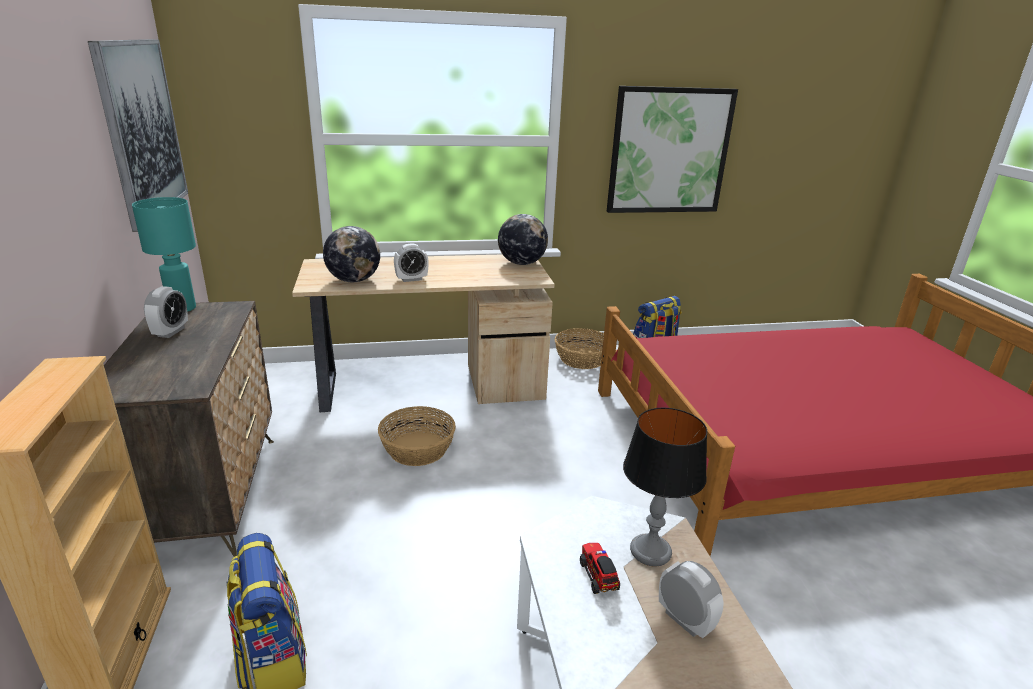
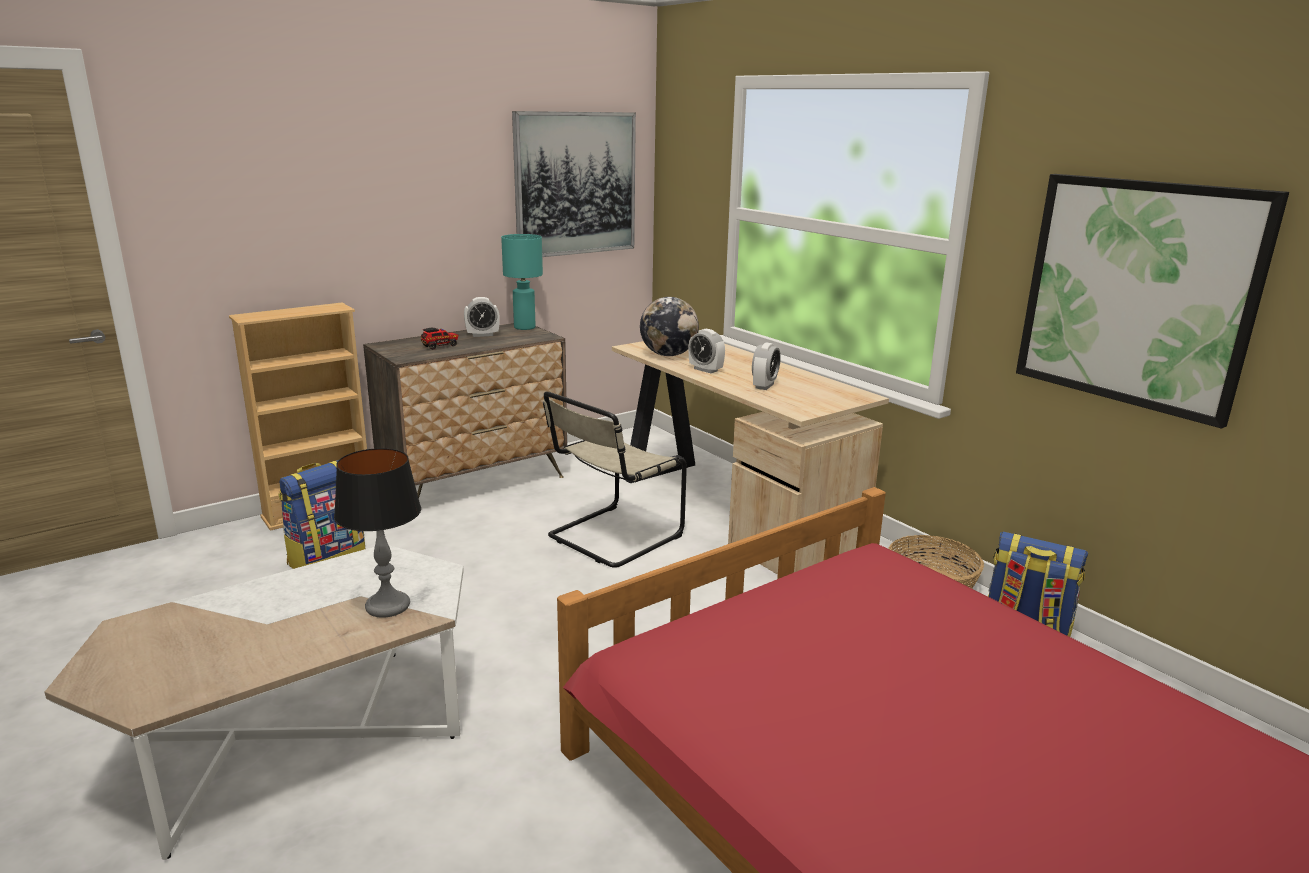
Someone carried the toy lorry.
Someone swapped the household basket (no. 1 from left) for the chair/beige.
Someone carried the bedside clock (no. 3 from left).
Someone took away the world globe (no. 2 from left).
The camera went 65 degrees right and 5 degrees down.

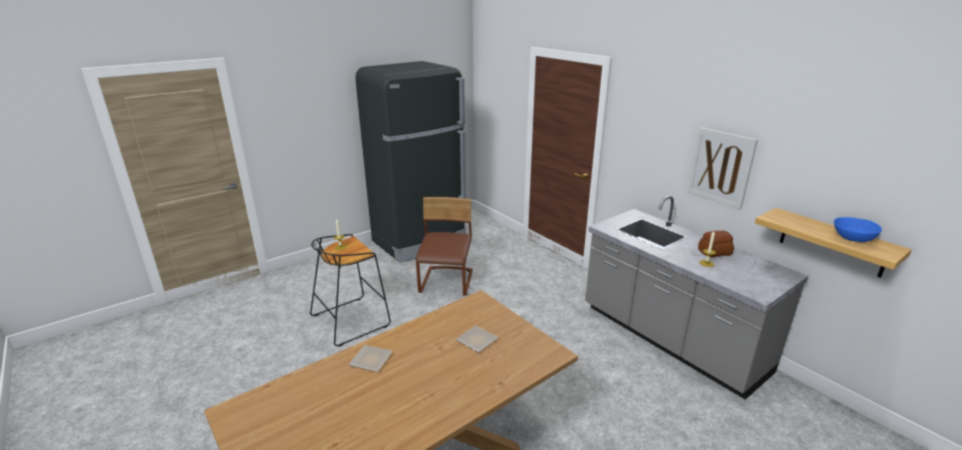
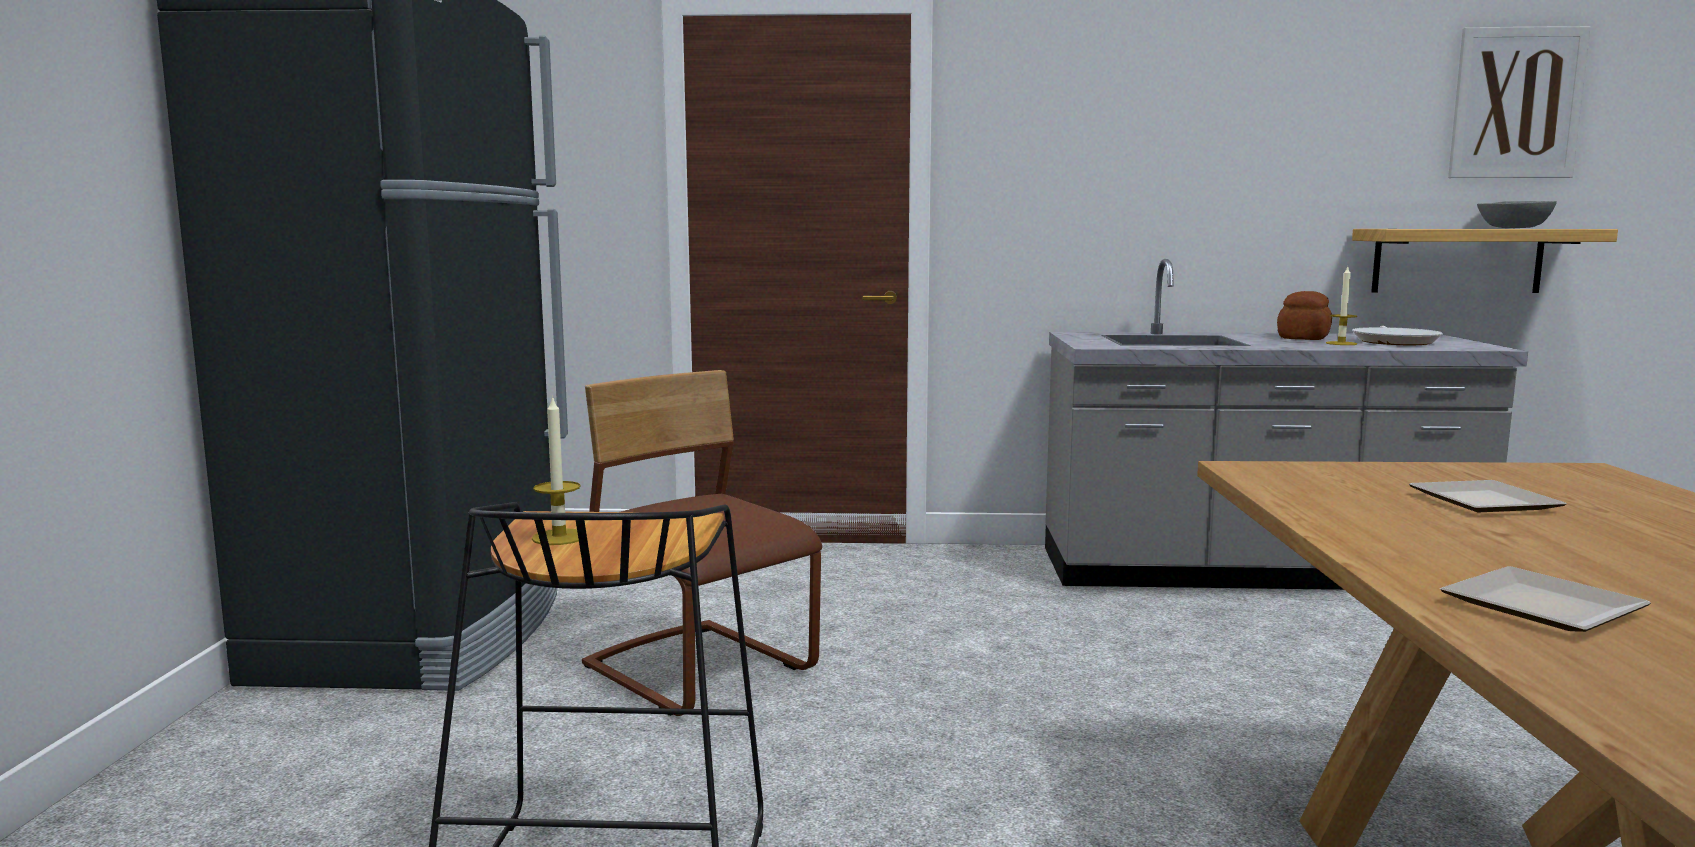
Someone put down the pan.
Someone carried the picture.
Someone repainted the bowl/blue, which became the bowl/gray.
The camera went 50 degrees left and 15 degrees down.

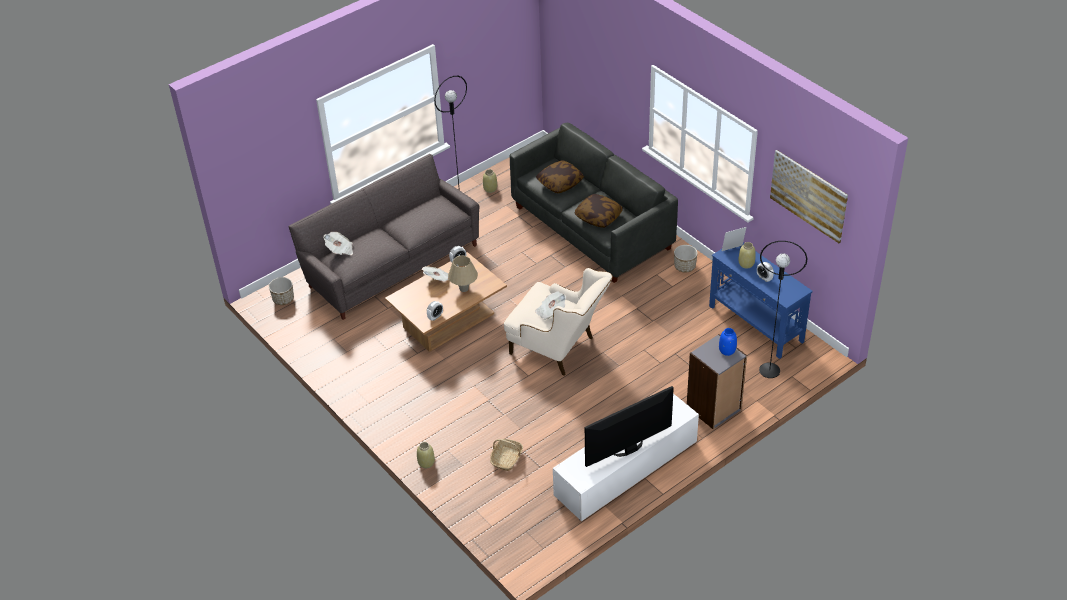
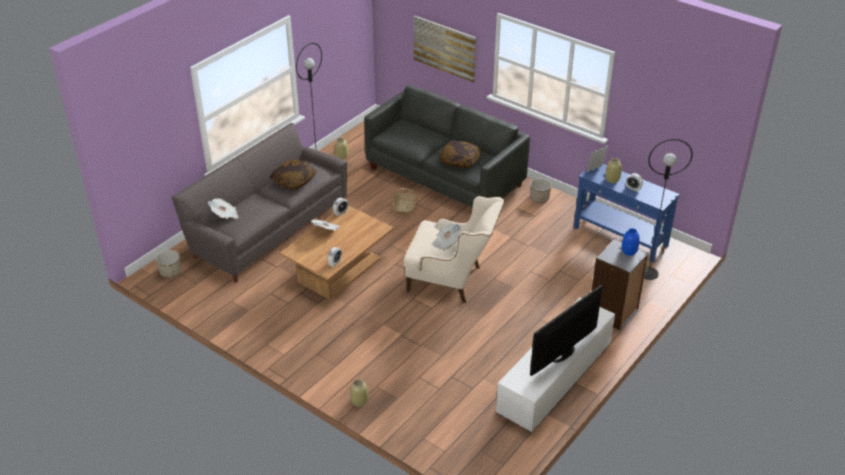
Someone carried the cushion (no. 1 from left).
Someone carried the household basket.
Someone carried the picture.
Someone took away the lamp for a table/beige.
The camera went 15 degrees left and 5 degrees down.

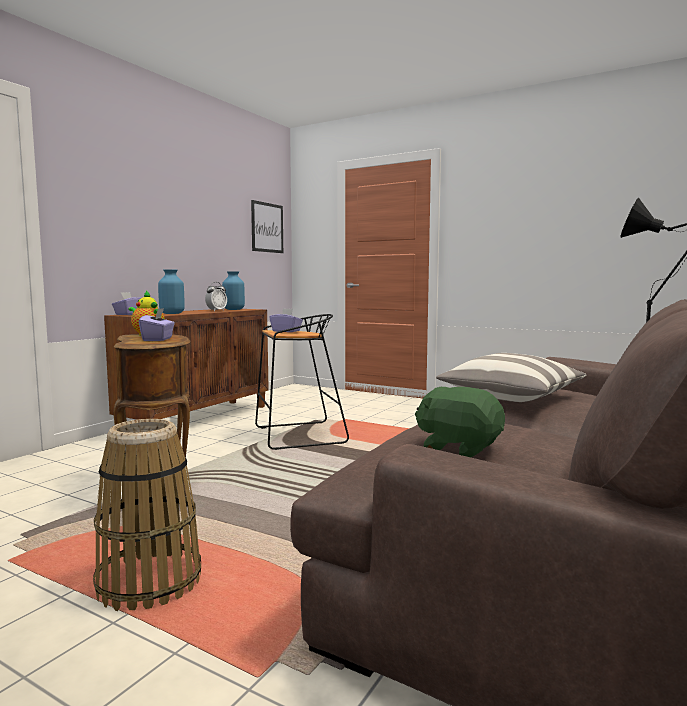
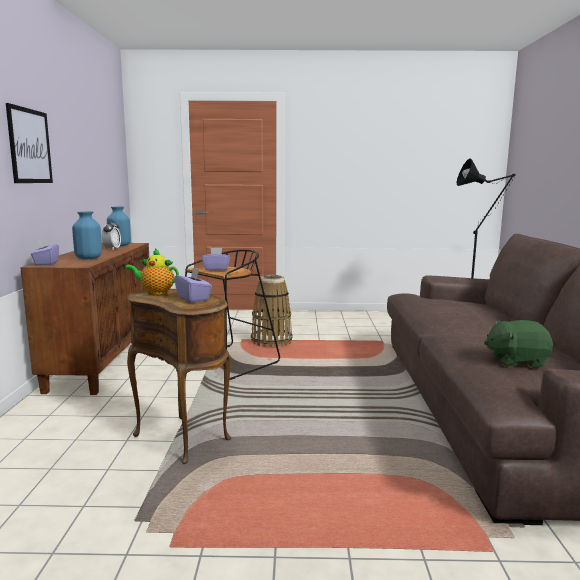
Someone carried the picture.
Someone carried the household basket.
Someone took away the cushion.
The camera went 30 degrees left and 5 degrees up.

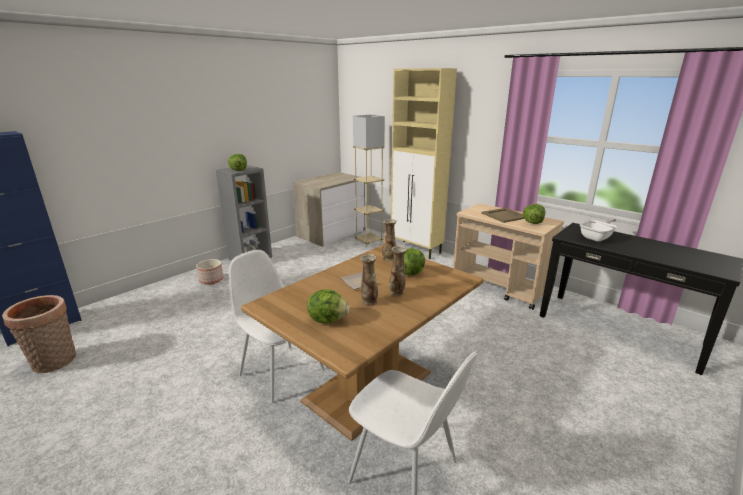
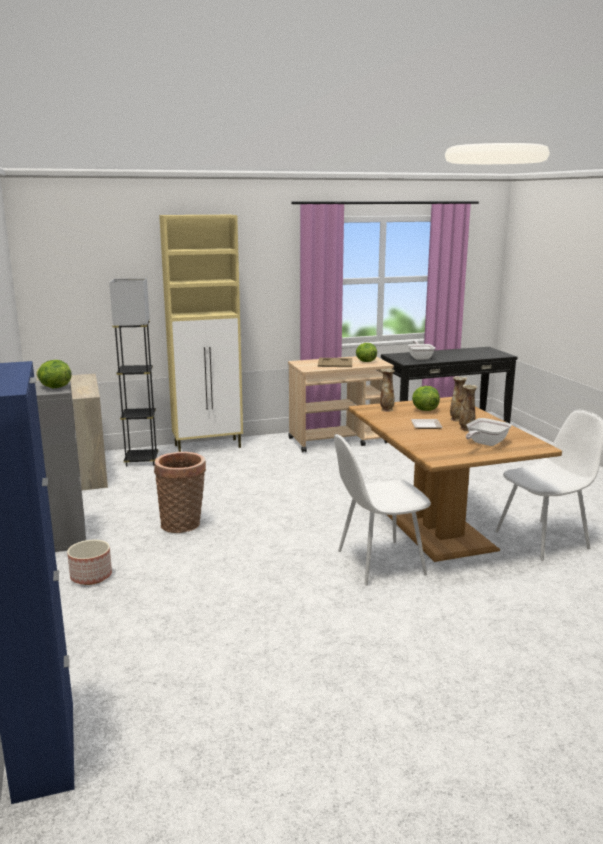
Someone repainted the floor lamp/beige, which became the floor lamp/blackish.
Someone carried the household basket.
Someone swapped the lettuce head (no. 2 from left) for the pan (no. 2 from left).
The camera went 60 degrees left and 5 degrees down.

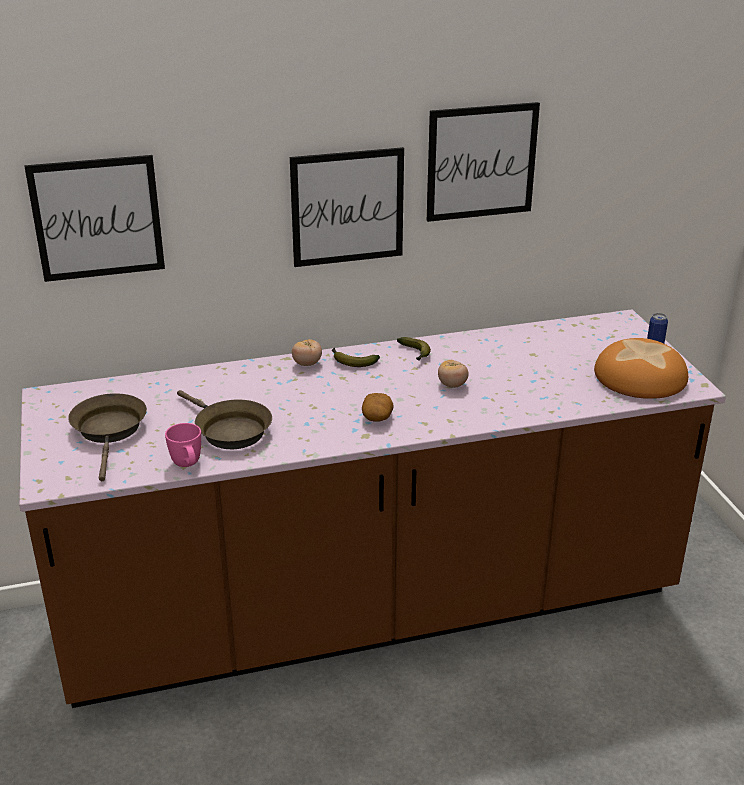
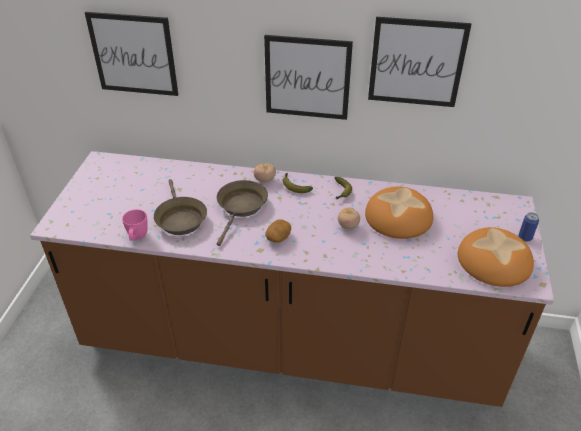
Someone carried the pan/brown-coloured (no. 1 from left in the first image).
Someone put down the bakery bread (no. 1 from left).
The camera went 25 degrees right and 10 degrees up.

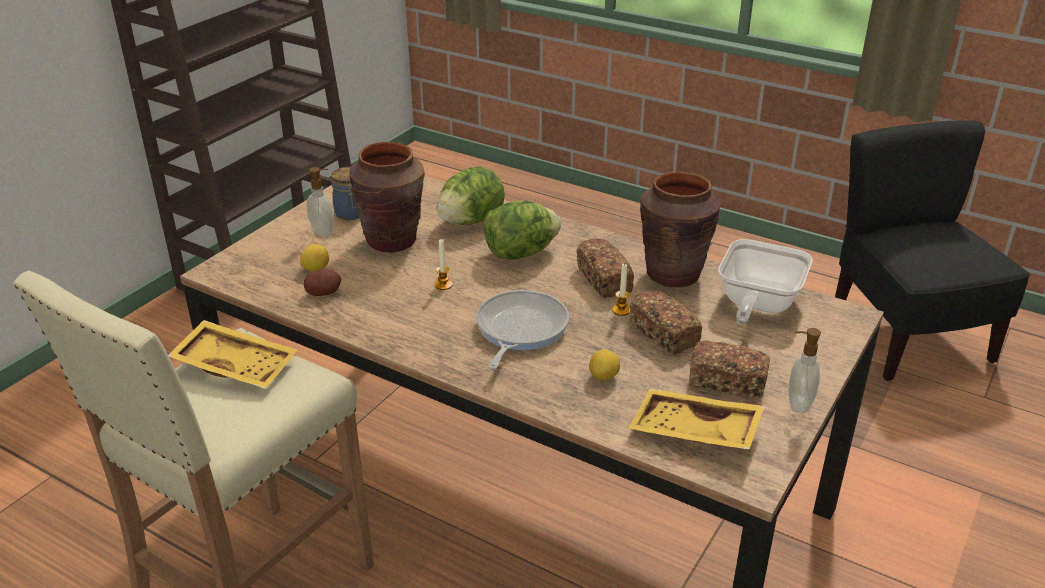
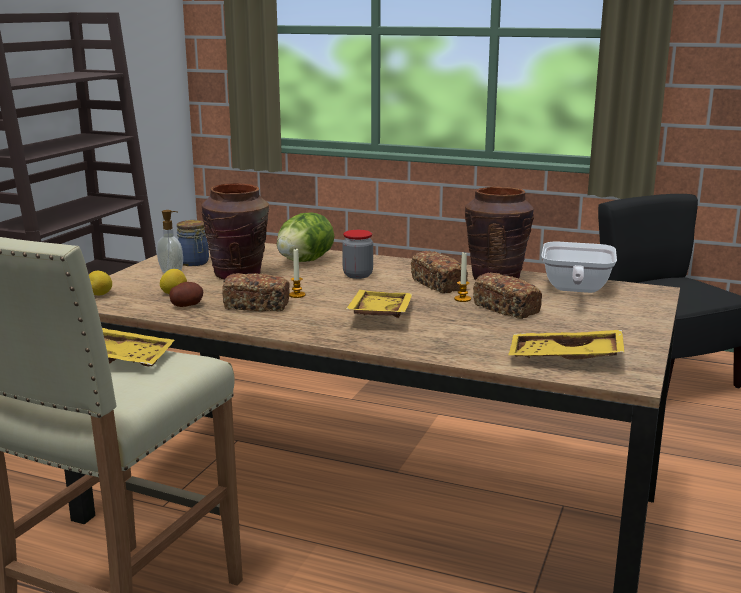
Someone carried the lemon (no. 2 from left in the first image).
Someone carried the bakery bread (no. 3 from left in the first image).
Someone swapped the lettuce head (no. 2 from left) for the jar (no. 2 from left).
Someone swapped the pan (no. 1 from left) for the serving tray/yellowish (no. 2 from left).
Someone took away the soap dispenser (no. 2 from left).
The camera went 10 degrees left and 15 degrees down.

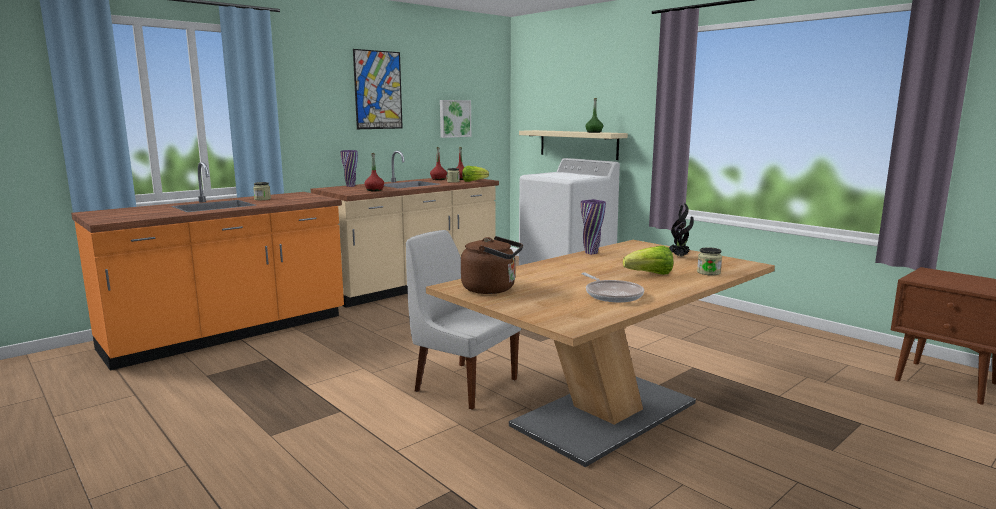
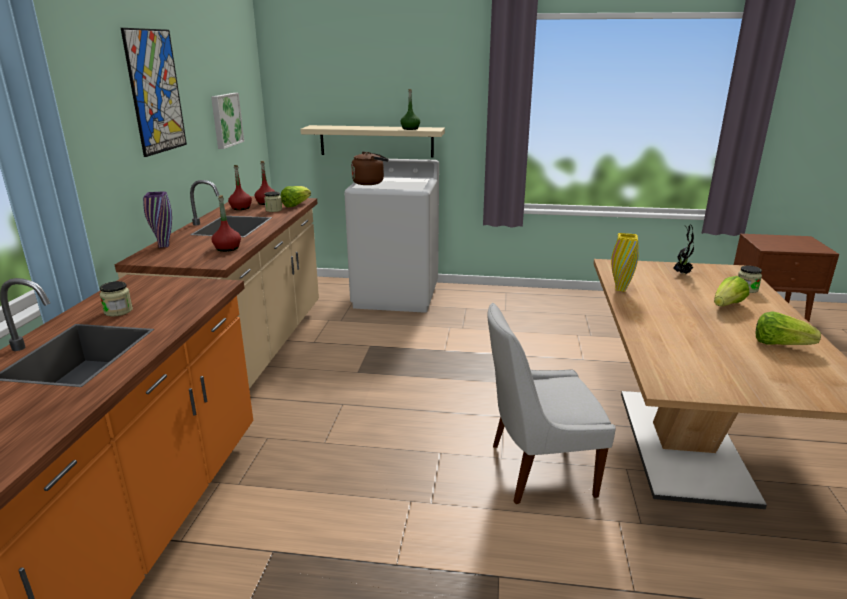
Someone carried the tea kettle/brown-coloured.
Someone repainted the vase/purplish (no. 2 from left), which became the vase/yellowish.
Someone swapped the pan for the lettuce head (no. 3 from left).
The camera went 40 degrees left and 10 degrees up.

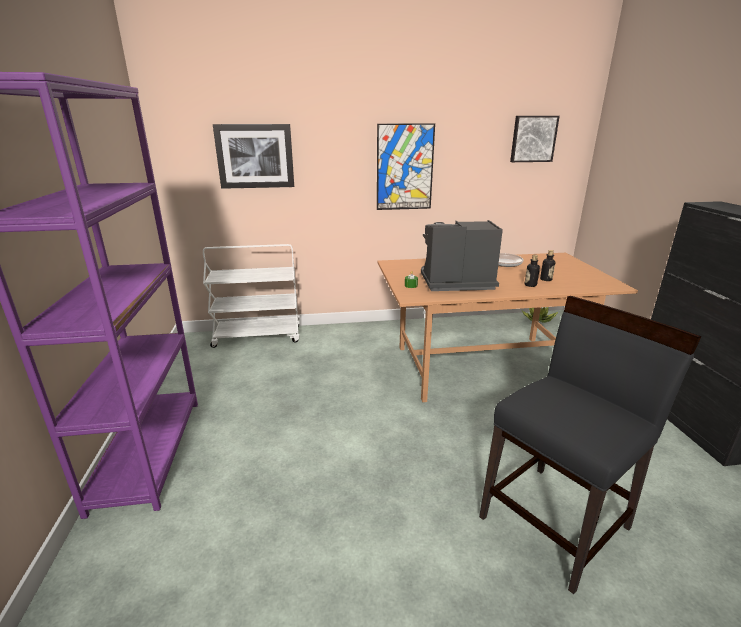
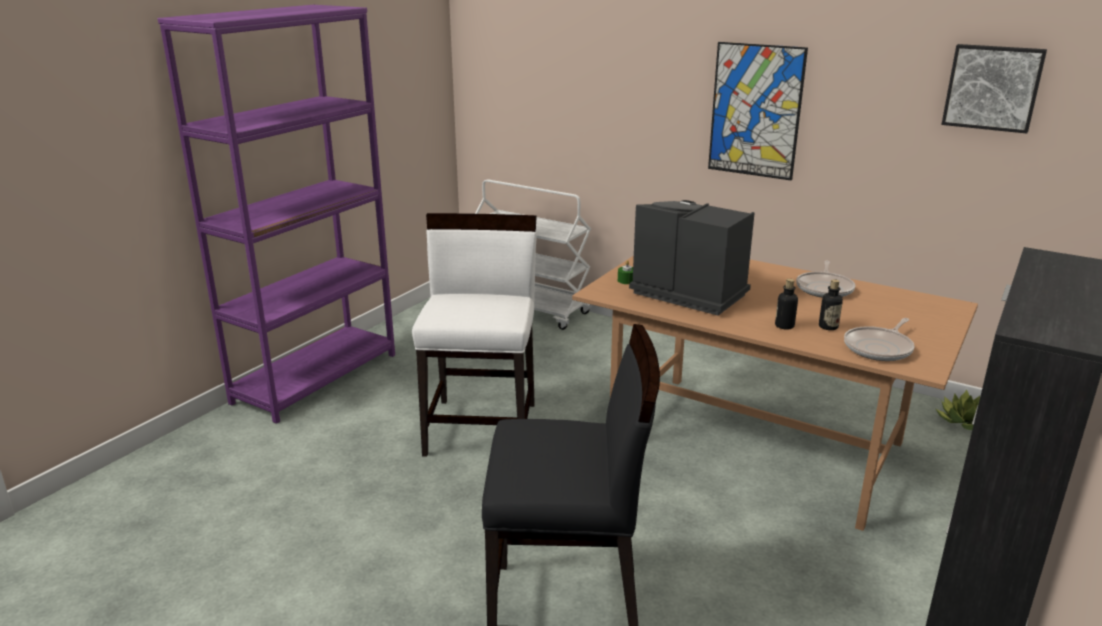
Someone put down the chair/whitish.
Someone put down the pan (no. 2 from left).
Someone took away the picture (no. 1 from left).
The camera went 40 degrees right and 0 degrees up.

